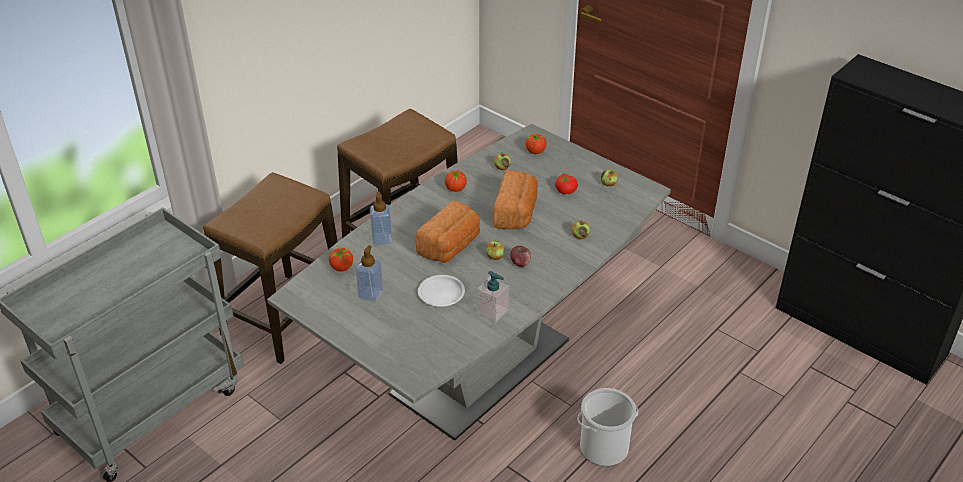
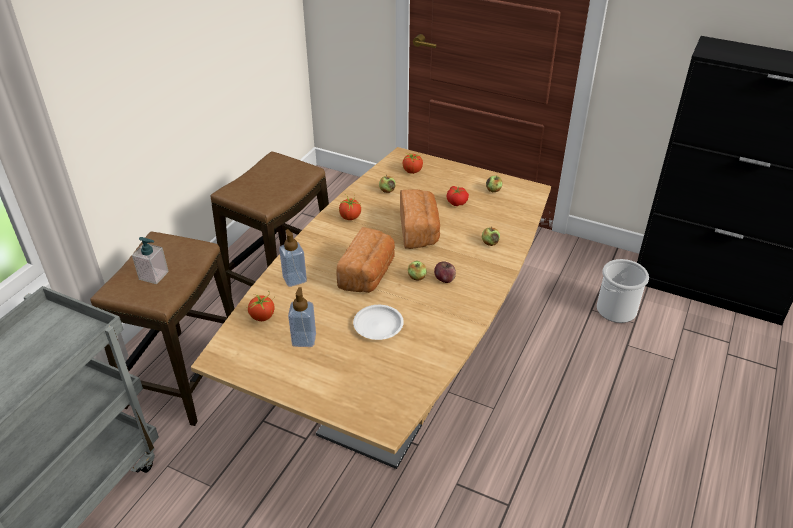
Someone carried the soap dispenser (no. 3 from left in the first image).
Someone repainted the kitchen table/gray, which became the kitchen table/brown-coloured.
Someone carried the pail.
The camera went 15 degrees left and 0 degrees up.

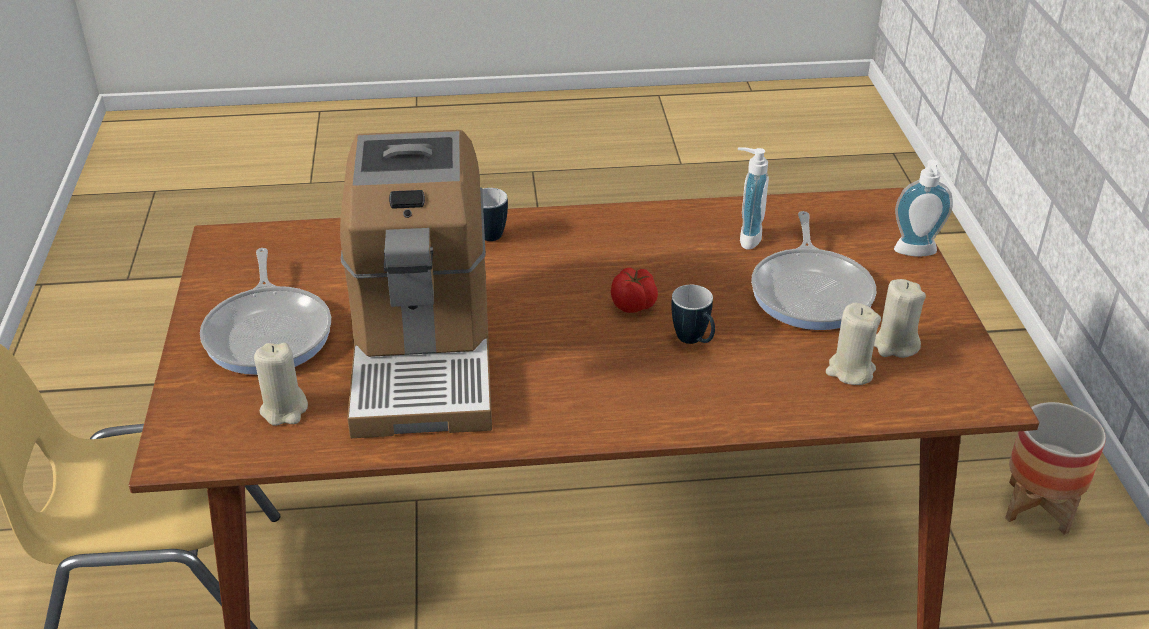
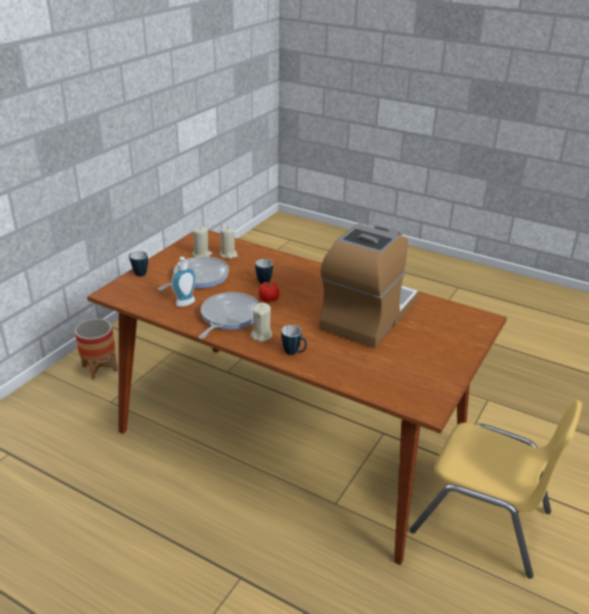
Someone swapped the soap dispenser (no. 2 from left) for the tea mug (no. 1 from left).
Someone carried the pan (no. 1 from left in the first image).
Someone carried the wax light/beige (no. 1 from left in the first image).
The camera went 145 degrees left and 5 degrees down.

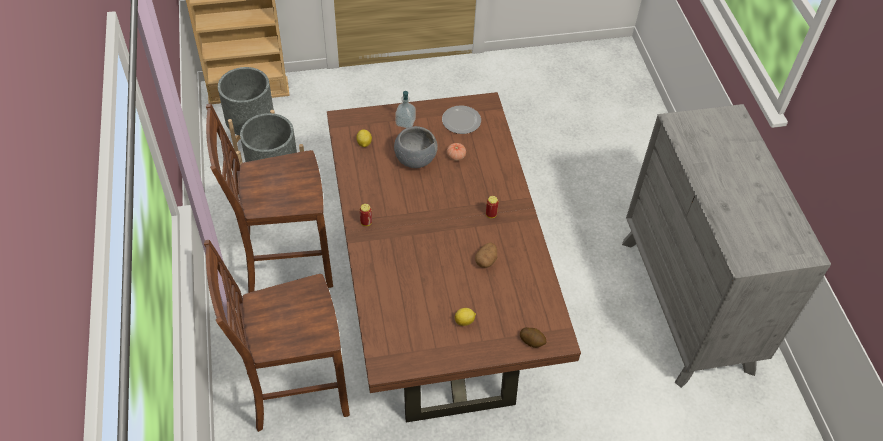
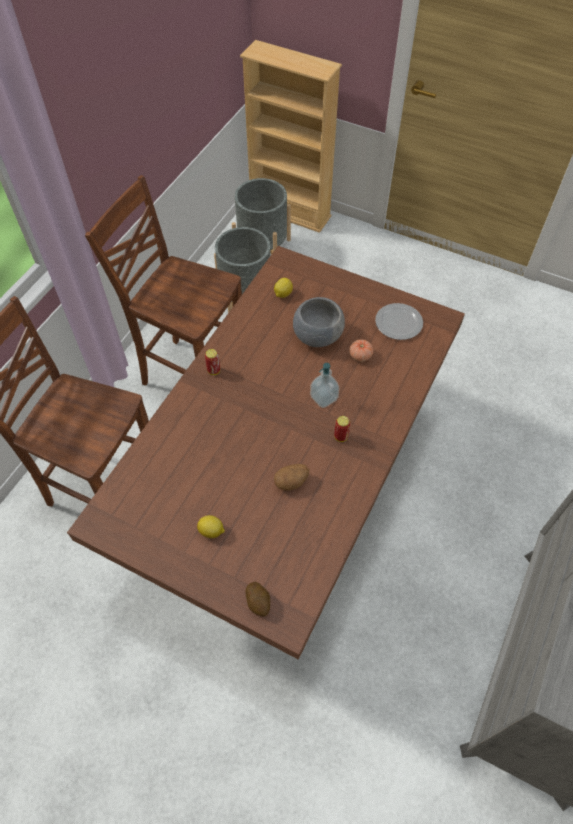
Someone carried the soap dispenser.
The camera went 40 degrees right and 5 degrees up.

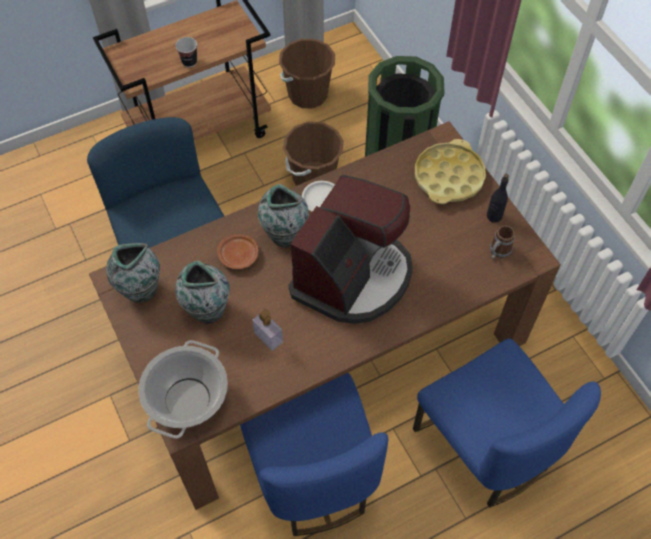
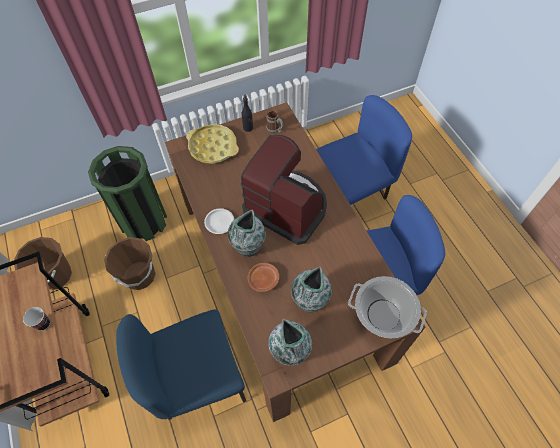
Someone took away the soap dispenser.
The camera went 85 degrees left and 0 degrees up.

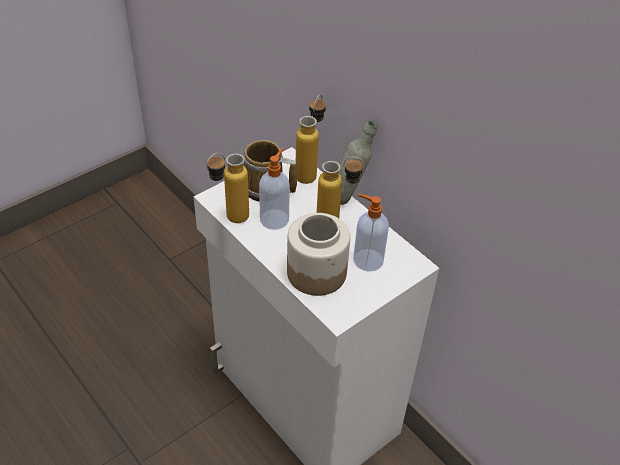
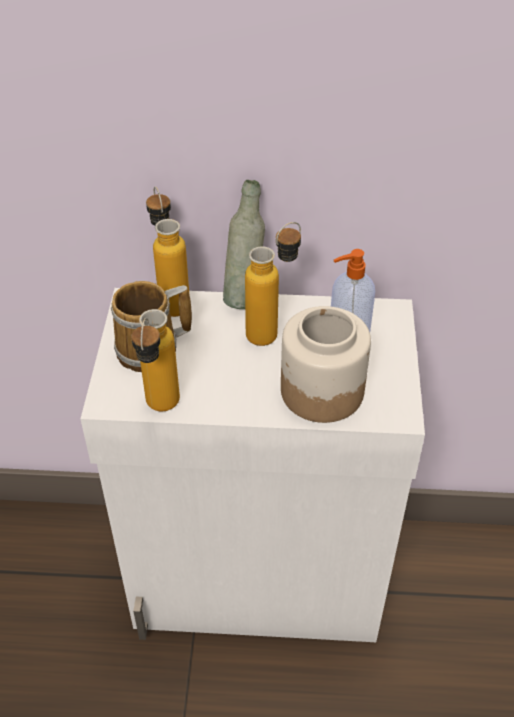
Someone took away the soap dispenser (no. 1 from left).
The camera went 45 degrees left and 0 degrees up.

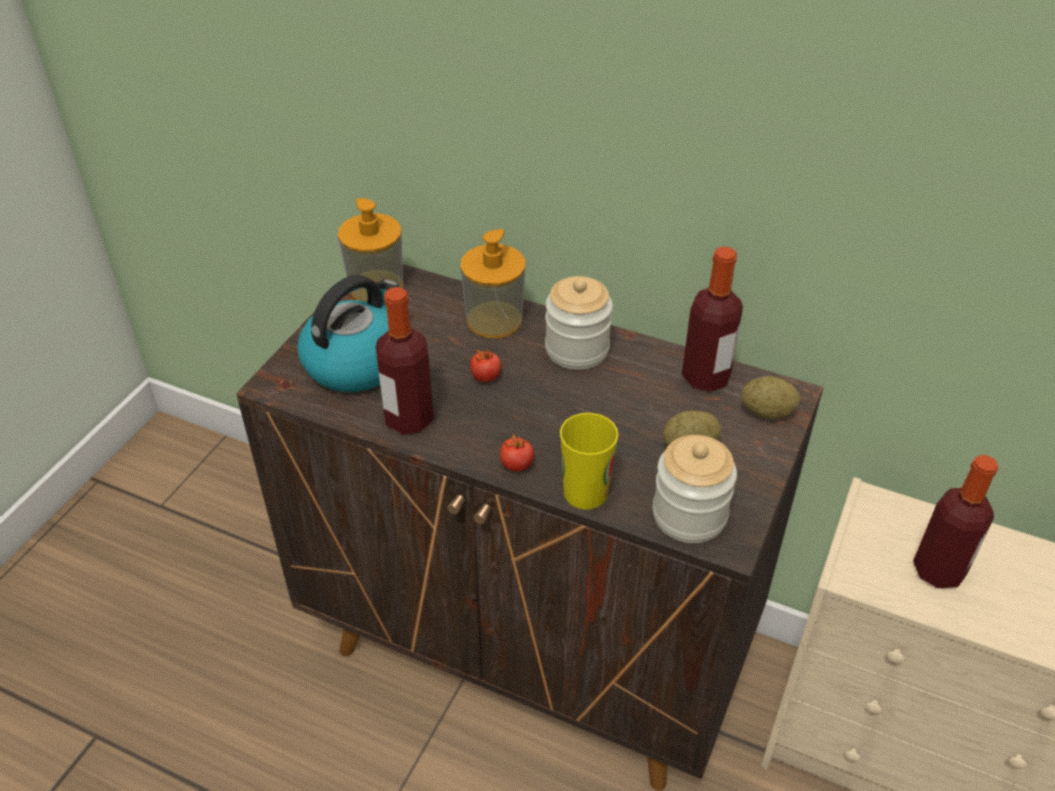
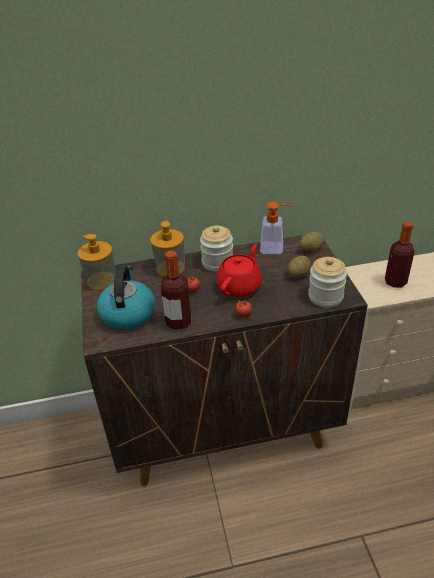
Someone put down the pot for tea/red-coloured.
Someone swapped the drink bottle (no. 2 from left) for the soap dispenser (no. 3 from left).
Someone took away the small cup.
The camera went 35 degrees left and 5 degrees down.

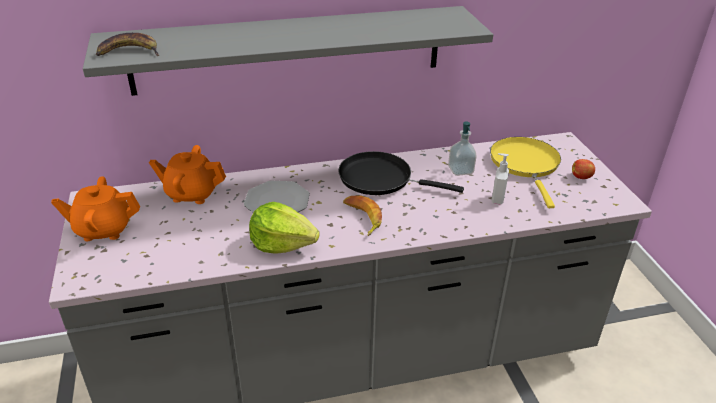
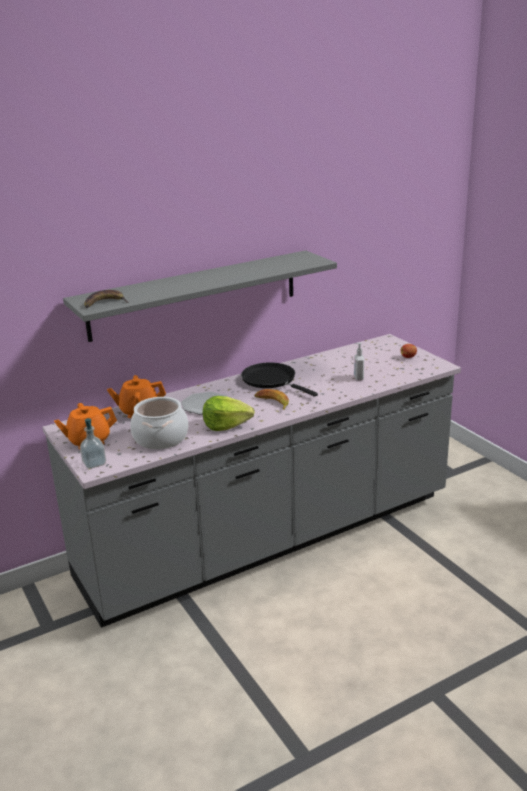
Someone carried the soap dispenser (no. 1 from left).
Someone put down the cooking pot.
Someone rotated the pan/blackish by 45 degrees clockwise.
Someone took away the pan/yellowish.
The camera went 15 degrees left and 10 degrees down.

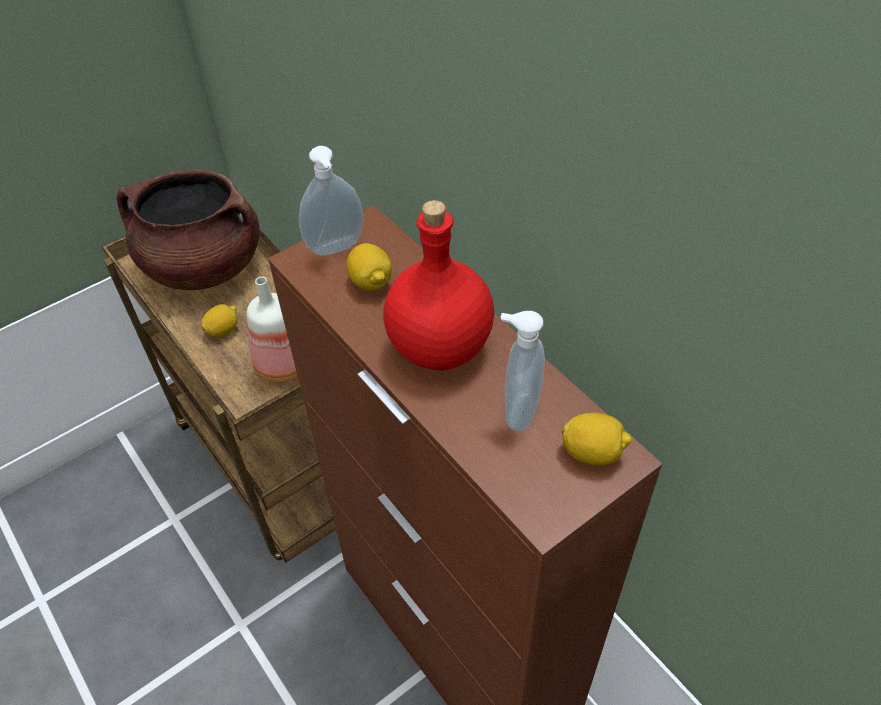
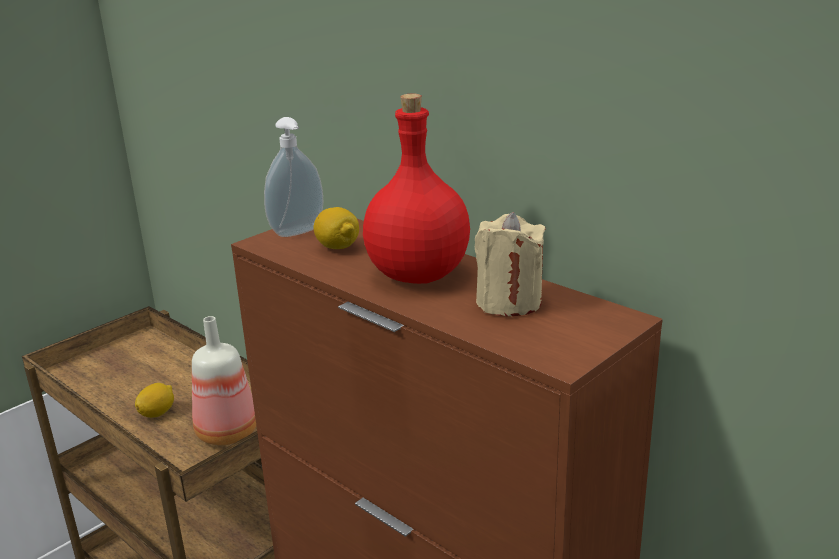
Someone swapped the soap dispenser (no. 2 from left) for the wax light/beige.
Someone took away the cooking pot/brown-coloured.
Someone took away the lemon (no. 3 from left).
The camera went 10 degrees left and 25 degrees down.

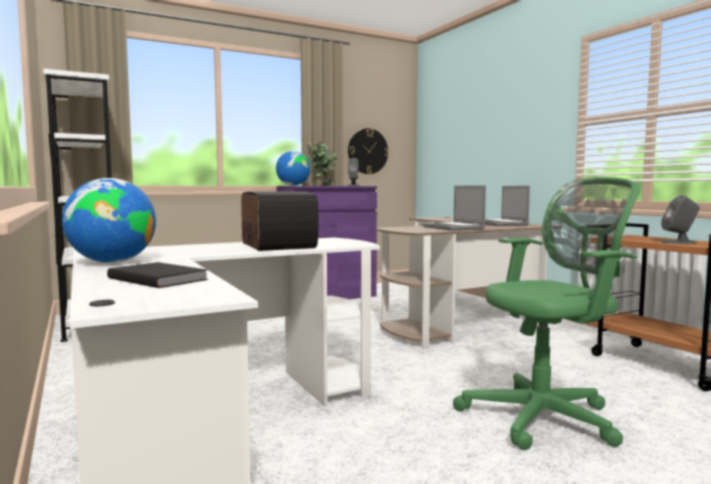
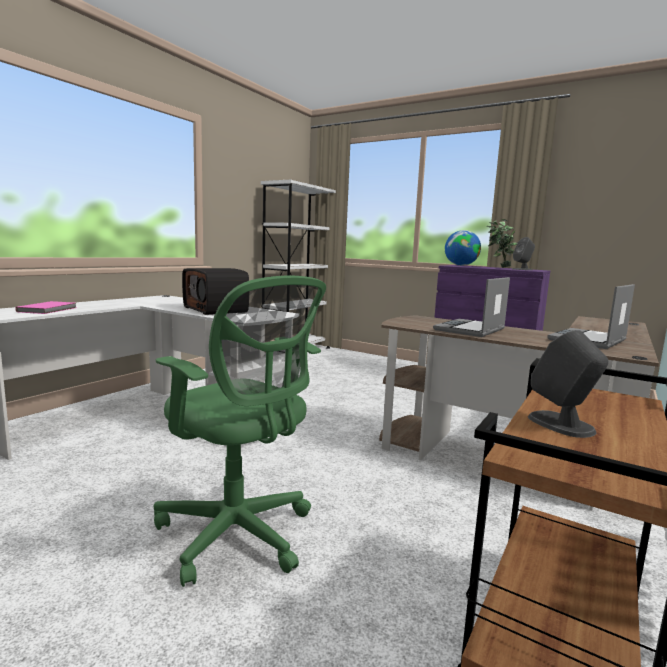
Someone repainted the bound book/blackish, which became the bound book/pinkish.
Someone rotated the radio receiver by 105 degrees clockwise.
Someone took away the world globe (no. 1 from left).
Someone took away the wall clock.
The camera went 60 degrees right and 5 degrees up.

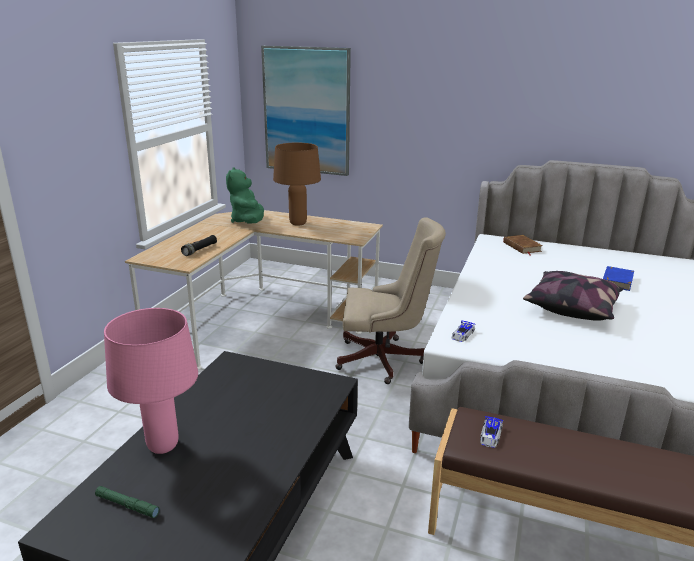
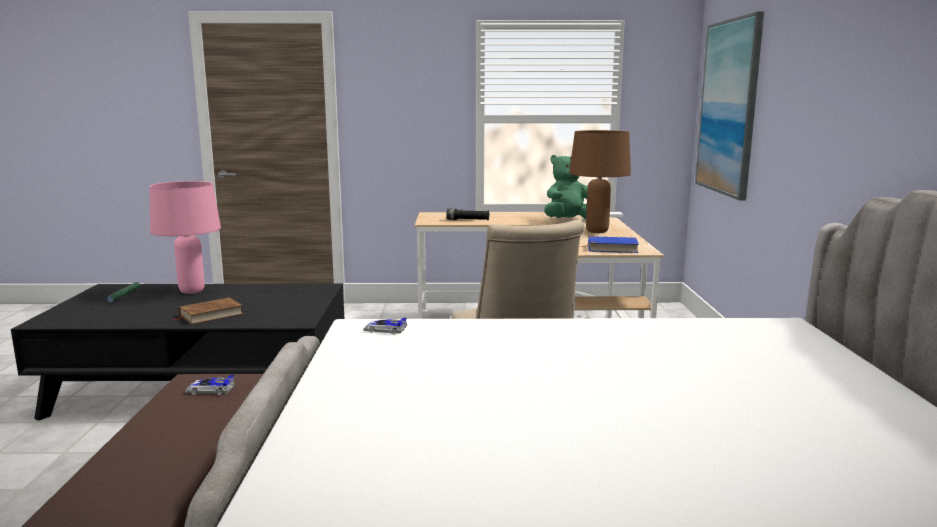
Someone carried the bound book/brown-coloured.
Someone carried the bound book/blue.
Someone took away the cushion.
The camera went 70 degrees right and 10 degrees down.

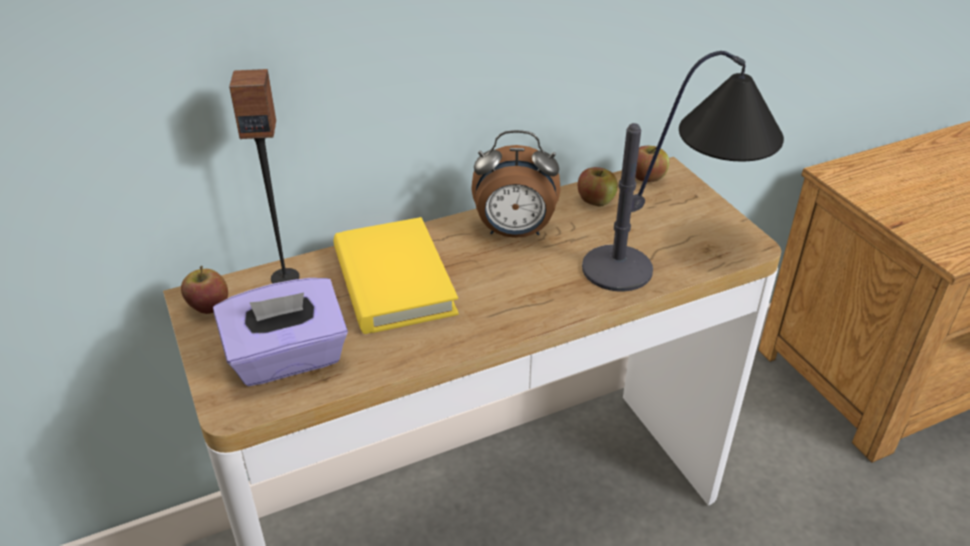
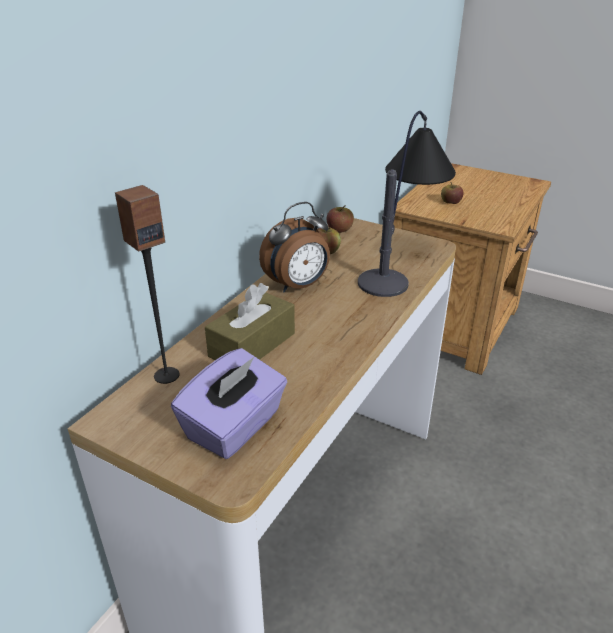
Someone swapped the bound book/yellowish for the box of tissues/brown-coloured.
Someone carried the apple (no. 1 from left in the first image).
The camera went 35 degrees left and 5 degrees down.

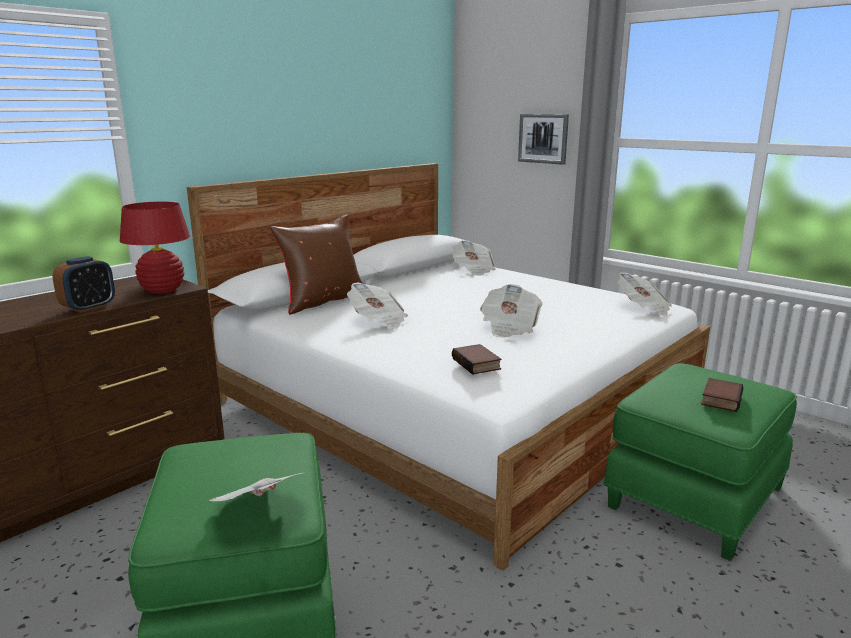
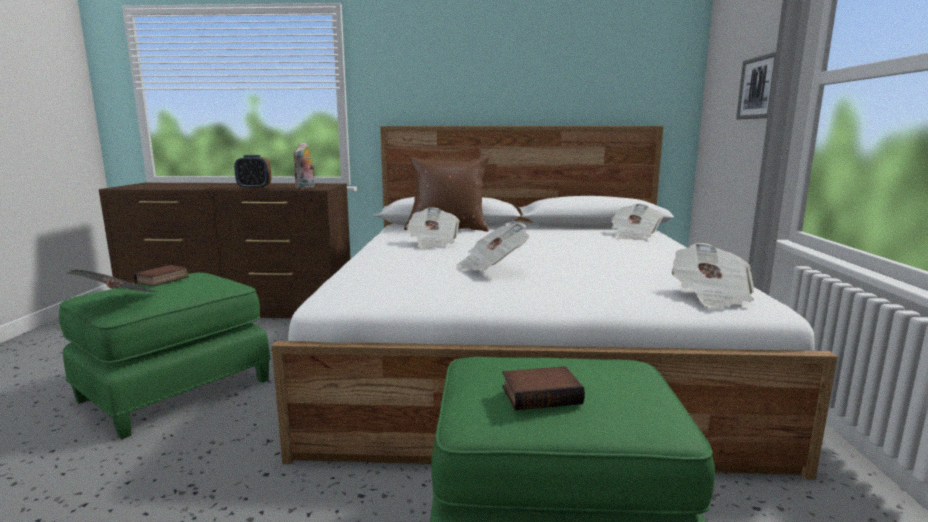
Someone carried the bound book (no. 1 from left).
Someone swapped the lamp for a table/red-coloured for the soft toy.
The camera went 50 degrees right and 5 degrees down.

